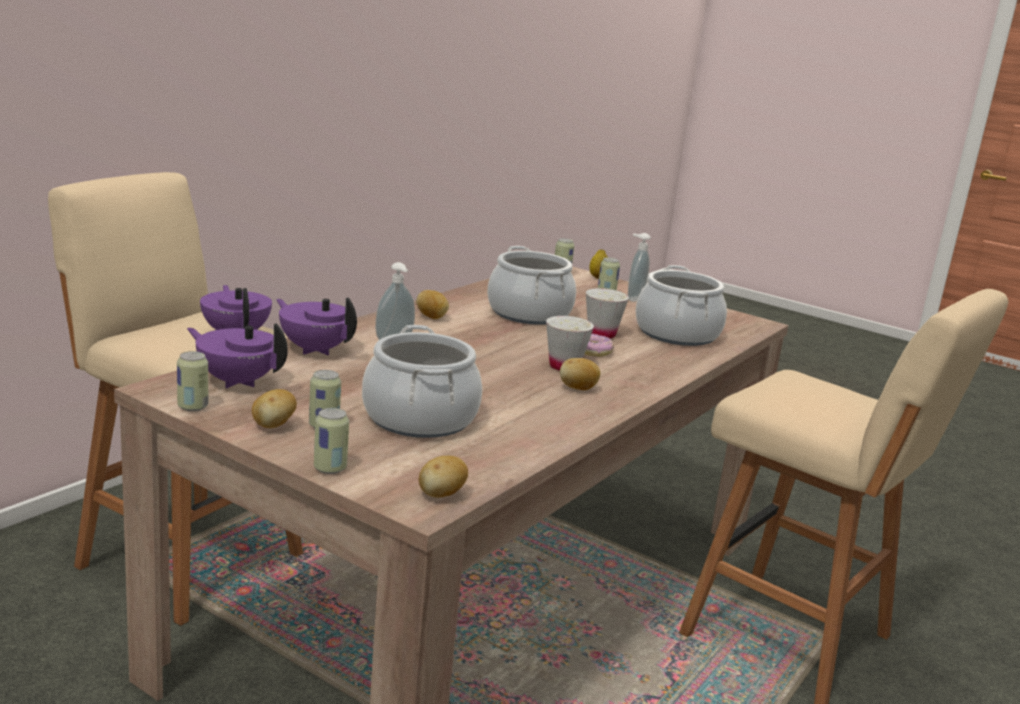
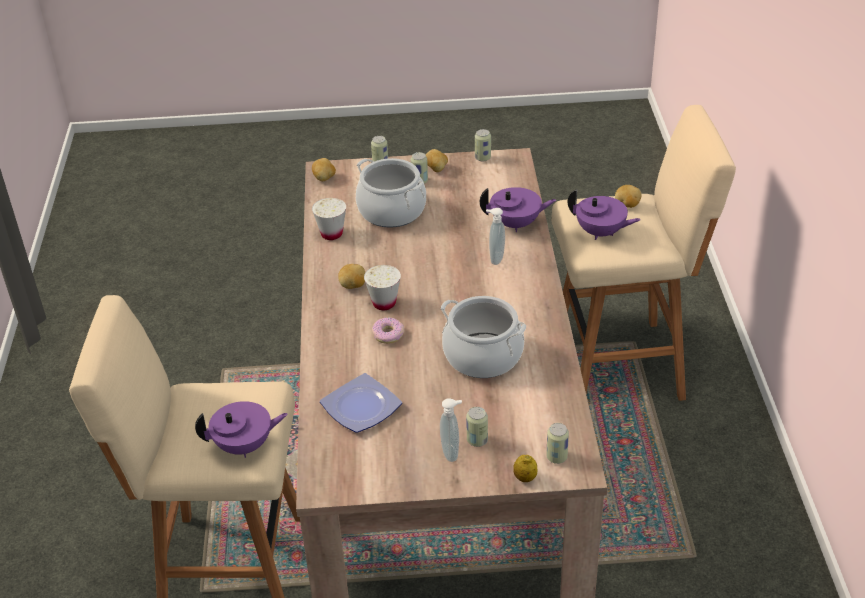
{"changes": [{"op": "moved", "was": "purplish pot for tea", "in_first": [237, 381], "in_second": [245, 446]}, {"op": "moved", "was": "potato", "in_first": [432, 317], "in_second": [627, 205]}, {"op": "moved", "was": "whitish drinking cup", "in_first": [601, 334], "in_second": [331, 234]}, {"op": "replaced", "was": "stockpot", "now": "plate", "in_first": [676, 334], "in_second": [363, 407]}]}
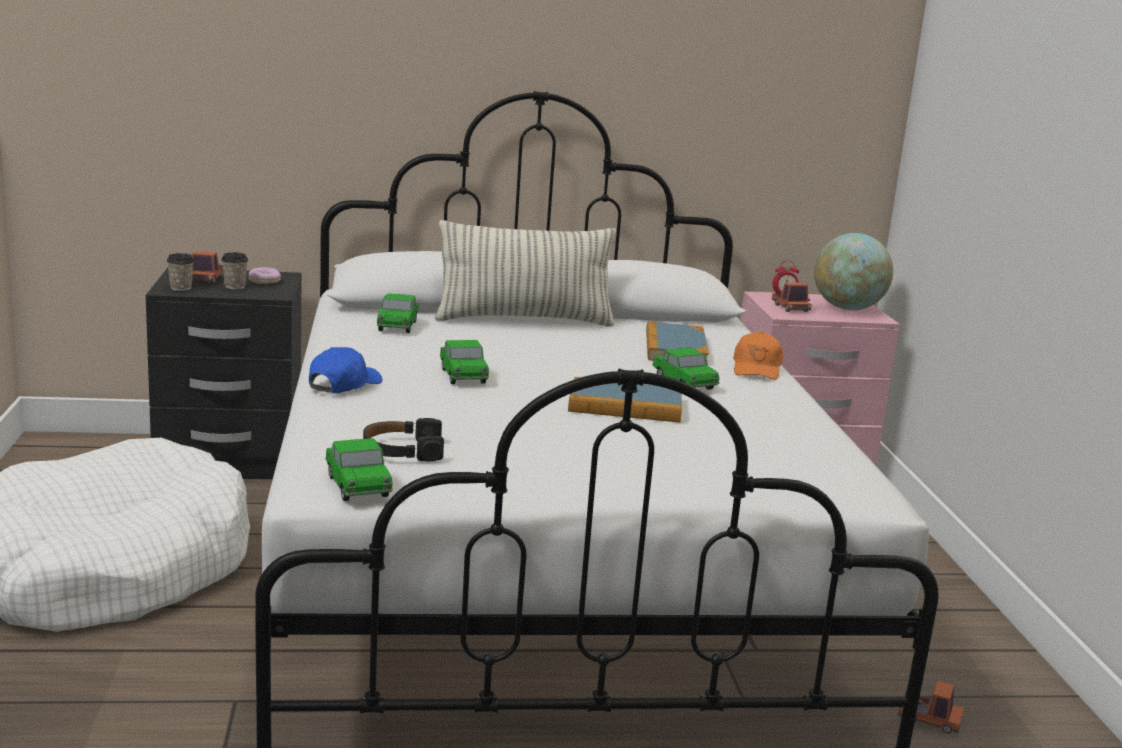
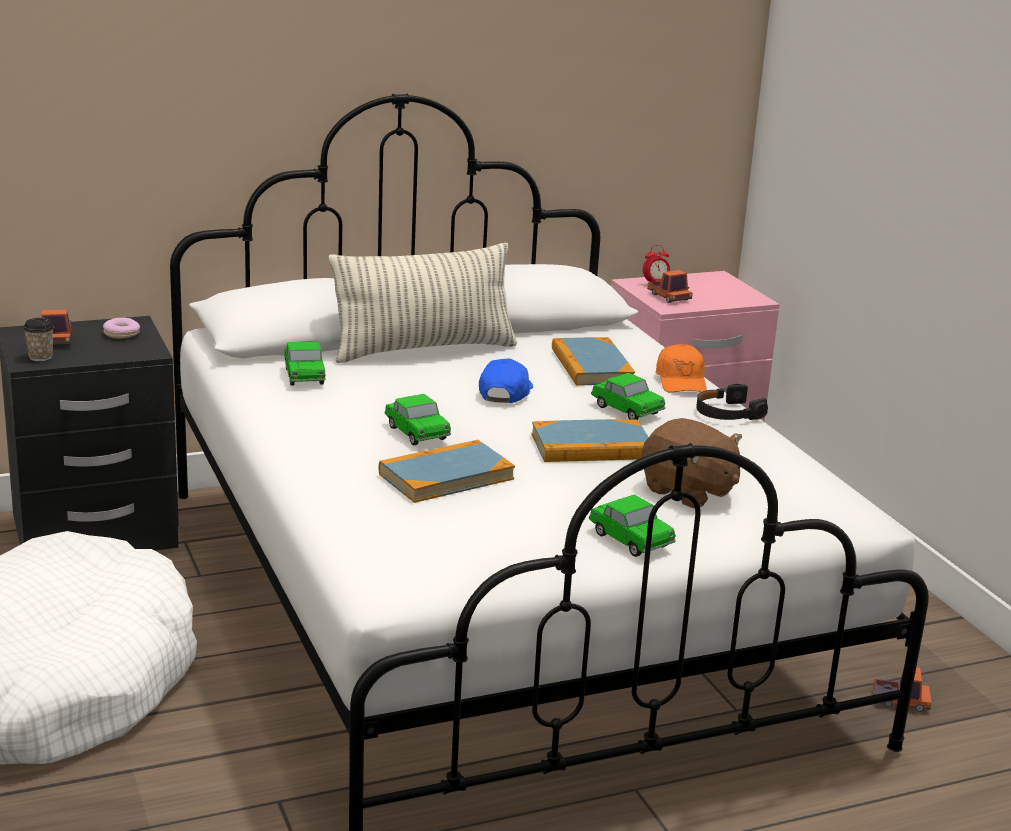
{"changes": [{"op": "removed", "was": "drinking cup", "in_first": [235, 286]}, {"op": "removed", "was": "globe", "in_first": [847, 308]}, {"op": "added", "now": "book", "in_second": [446, 476]}, {"op": "added", "now": "brown-coloured soft toy", "in_second": [688, 491]}, {"op": "moved", "was": "blue-coloured peaked cap", "in_first": [344, 384], "in_second": [505, 392]}, {"op": "moved", "was": "toy car", "in_first": [358, 486], "in_second": [630, 540]}, {"op": "moved", "was": "black headset", "in_first": [402, 450], "in_second": [727, 413]}]}
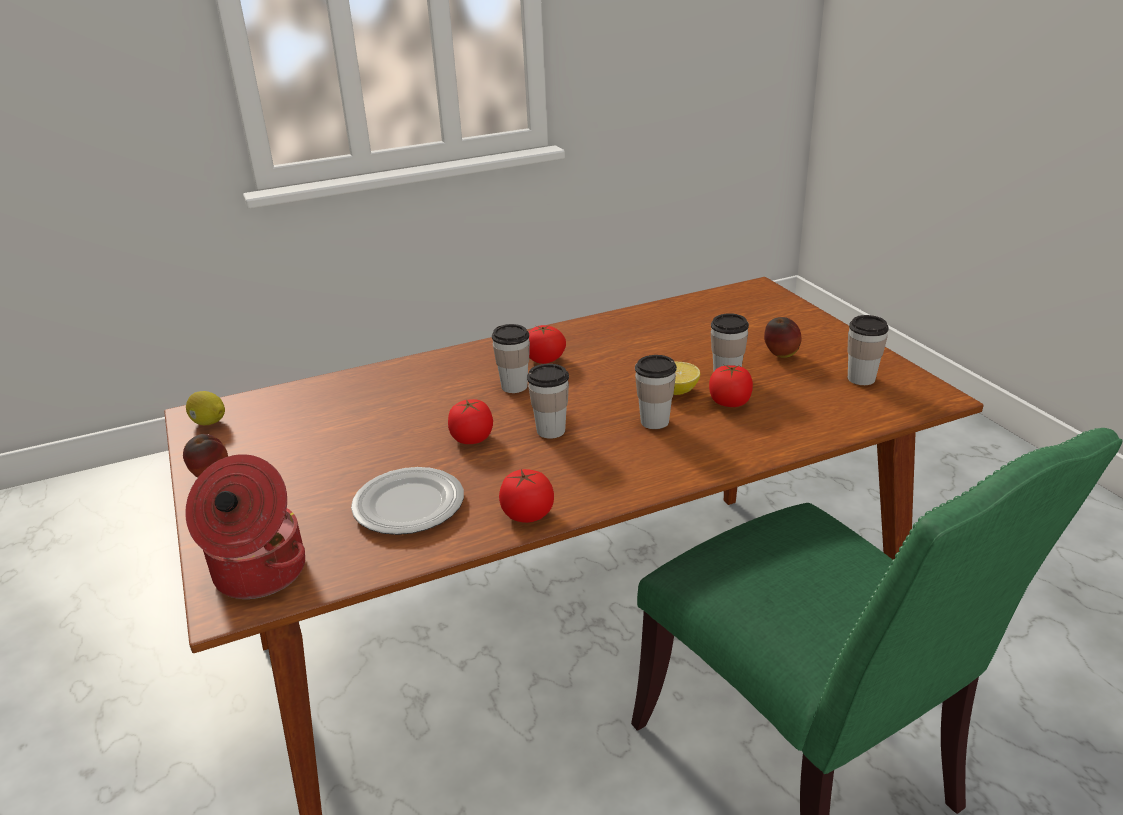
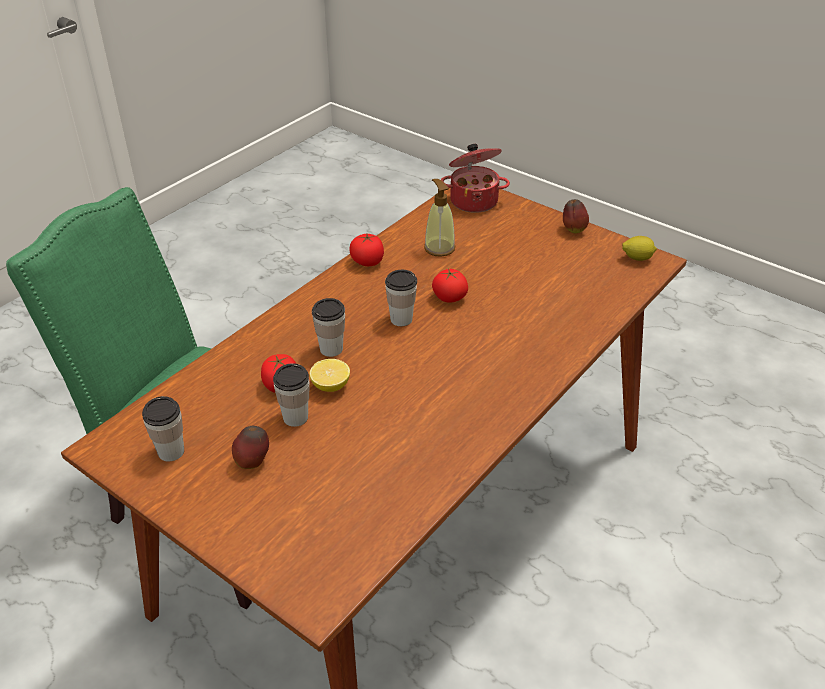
{"changes": [{"op": "removed", "was": "drinking cup", "in_first": [514, 386]}, {"op": "removed", "was": "fresh tomato", "in_first": [545, 359]}, {"op": "replaced", "was": "plate", "now": "soap dispenser", "in_first": [410, 505], "in_second": [439, 248]}]}
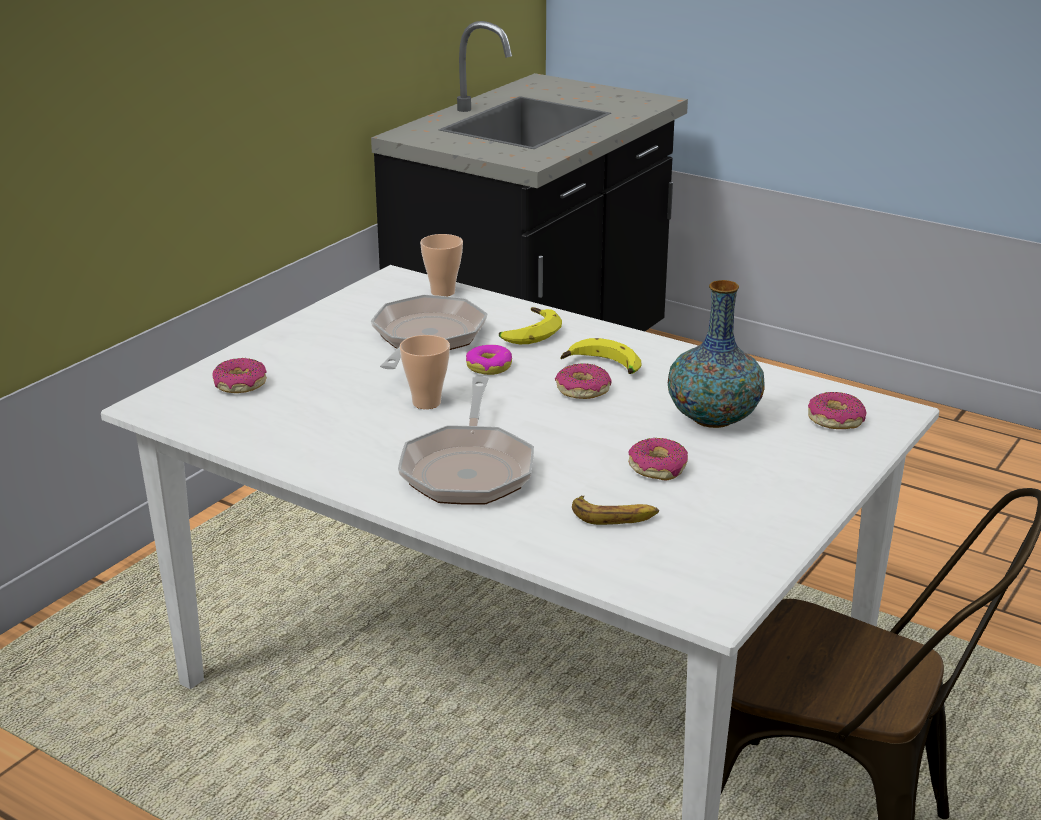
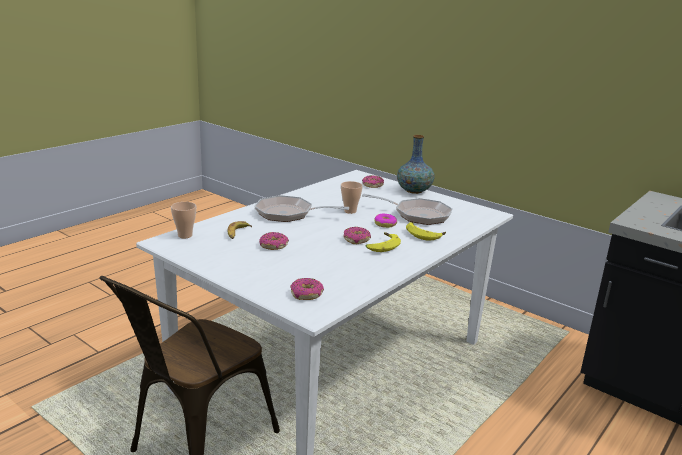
{"changes": [{"op": "moved", "was": "drinking cup", "in_first": [443, 292], "in_second": [185, 235]}, {"op": "moved", "was": "decorative vase", "in_first": [712, 418], "in_second": [414, 191]}]}
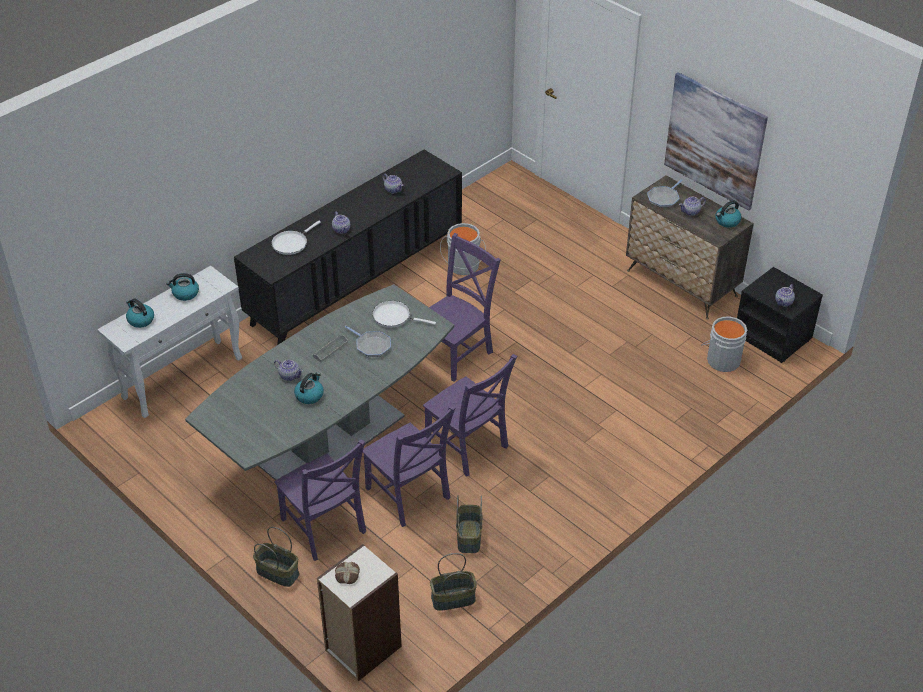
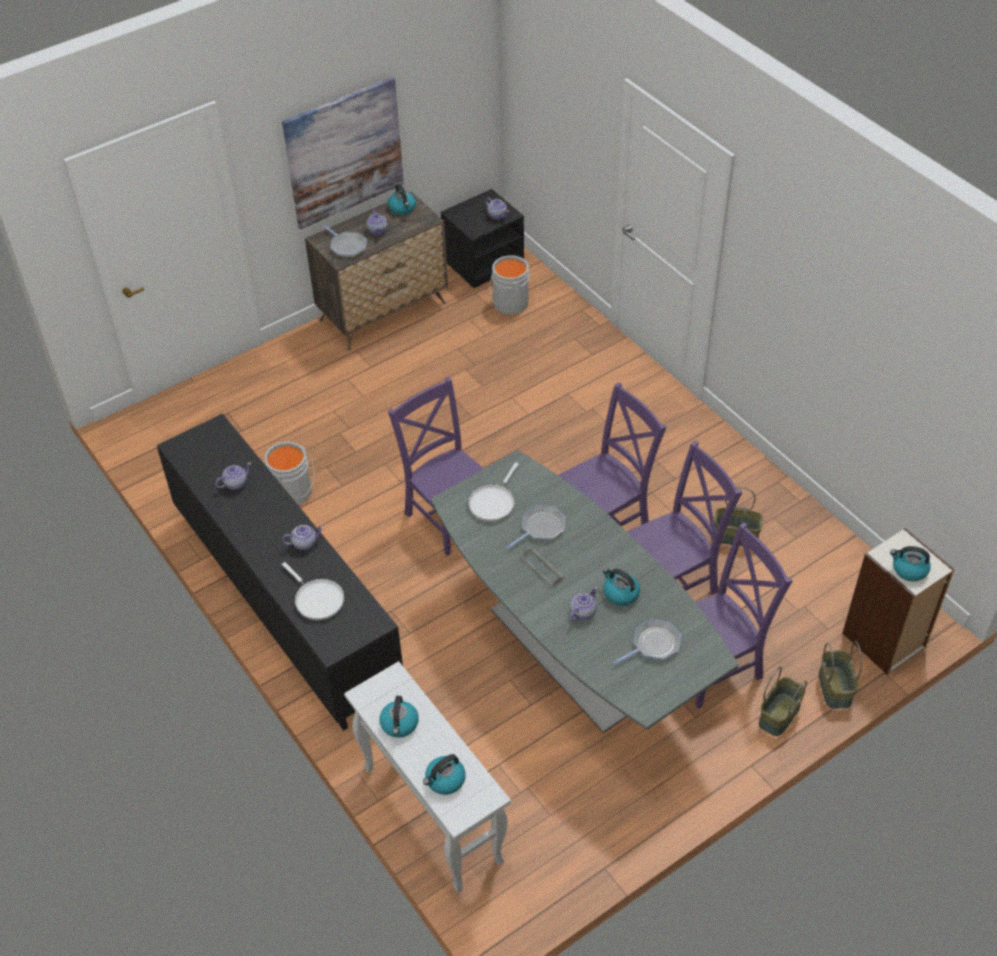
{"changes": [{"op": "added", "now": "frying pan", "in_second": [653, 644]}, {"op": "moved", "was": "household basket", "in_first": [453, 599], "in_second": [835, 688]}, {"op": "replaced", "was": "bakery bread", "now": "water kettle", "in_first": [347, 575], "in_second": [909, 569]}]}
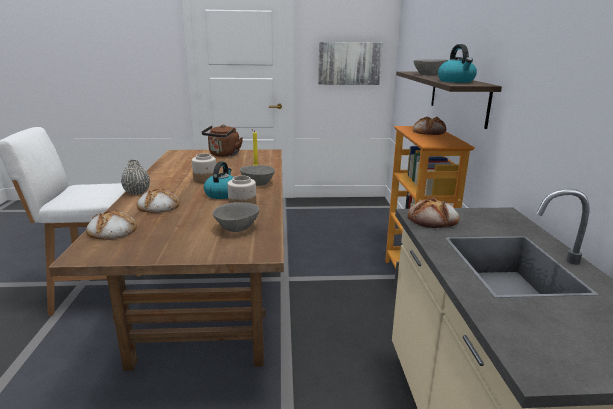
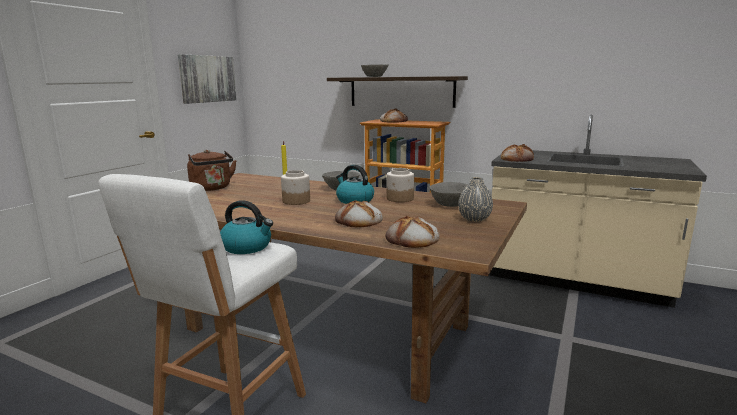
{"changes": [{"op": "moved", "was": "gray decorative vase", "in_first": [137, 192], "in_second": [474, 219]}, {"op": "moved", "was": "water kettle", "in_first": [456, 81], "in_second": [247, 247]}]}
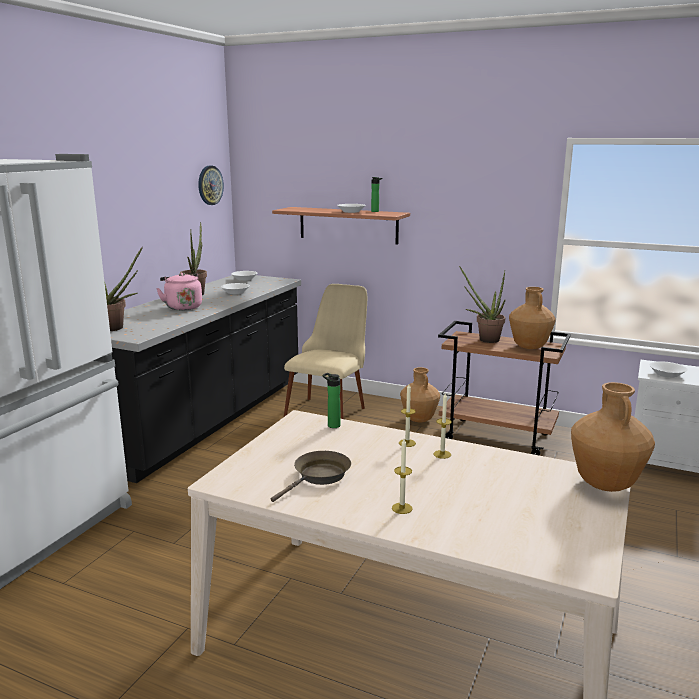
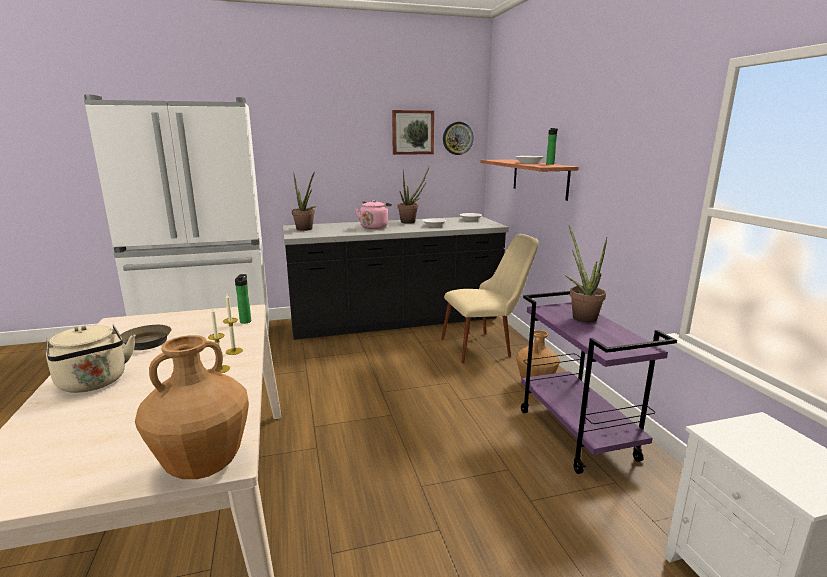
{"changes": [{"op": "removed", "was": "brown-coloured decorative vase", "in_first": [529, 347]}, {"op": "removed", "was": "whitish bowl", "in_first": [667, 374]}, {"op": "added", "now": "picture", "in_second": [412, 132]}, {"op": "replaced", "was": "wax light", "now": "sand-coloured water kettle", "in_first": [402, 508], "in_second": [94, 383]}, {"op": "recoloured", "was": "brown-coloured trolley", "now": "purplish trolley", "in_first": [498, 437], "in_second": [577, 435]}]}
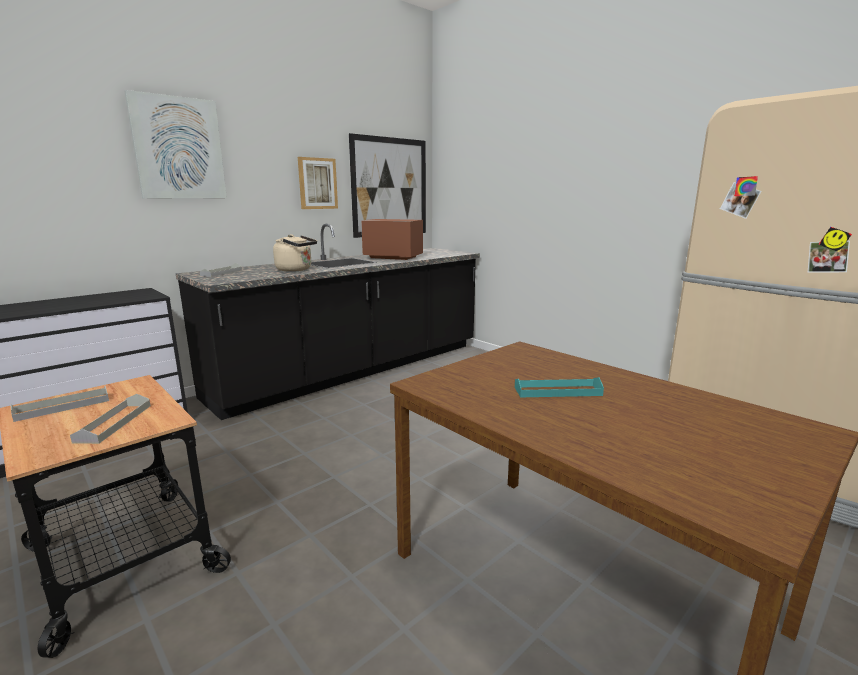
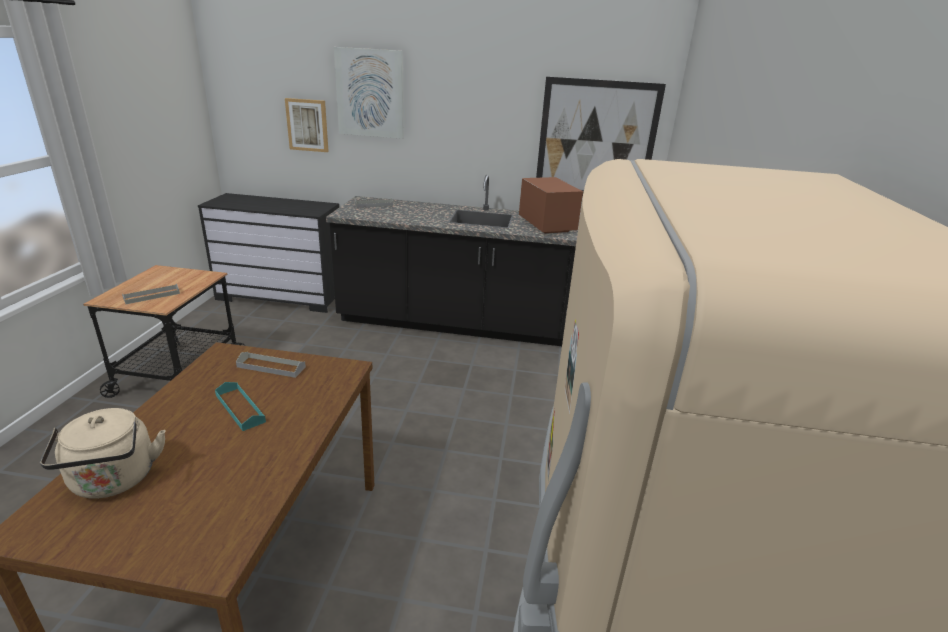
{"changes": [{"op": "moved", "was": "gray tray", "in_first": [63, 406], "in_second": [271, 367]}, {"op": "moved", "was": "sand-coloured water kettle", "in_first": [296, 270], "in_second": [114, 481]}, {"op": "moved", "was": "picture", "in_first": [317, 183], "in_second": [307, 125]}]}
